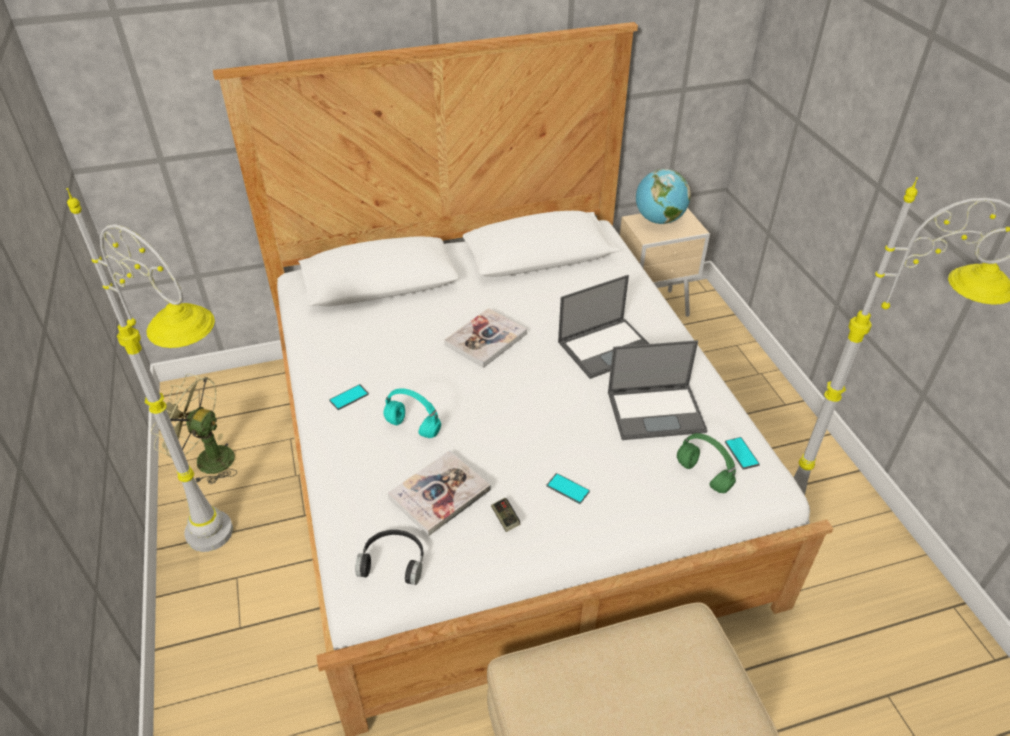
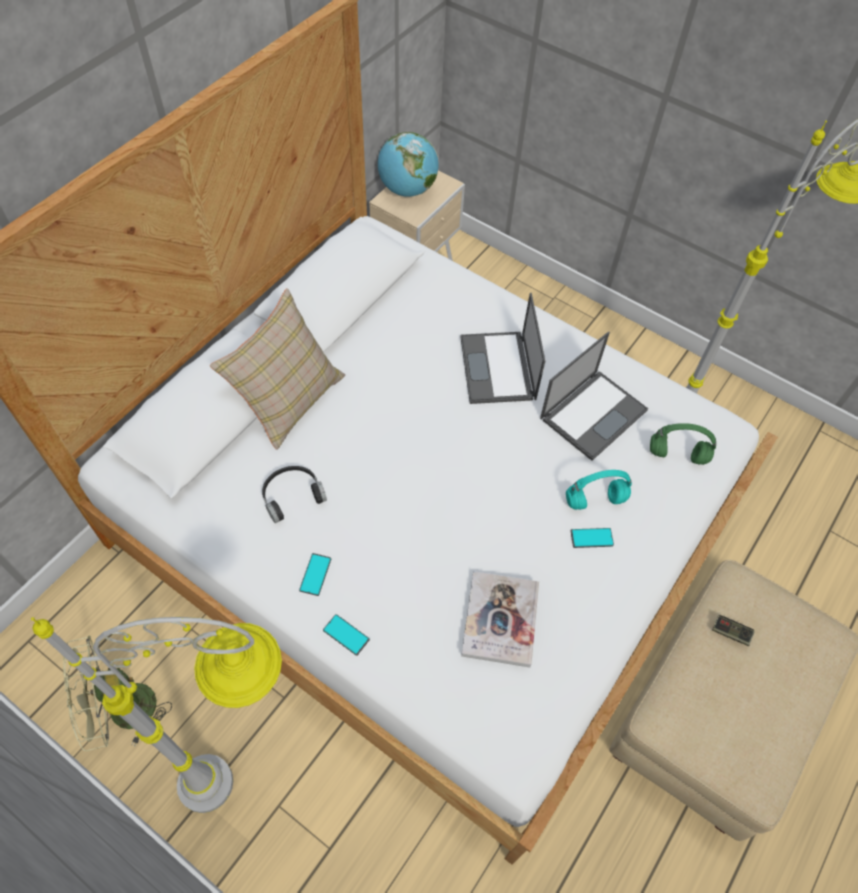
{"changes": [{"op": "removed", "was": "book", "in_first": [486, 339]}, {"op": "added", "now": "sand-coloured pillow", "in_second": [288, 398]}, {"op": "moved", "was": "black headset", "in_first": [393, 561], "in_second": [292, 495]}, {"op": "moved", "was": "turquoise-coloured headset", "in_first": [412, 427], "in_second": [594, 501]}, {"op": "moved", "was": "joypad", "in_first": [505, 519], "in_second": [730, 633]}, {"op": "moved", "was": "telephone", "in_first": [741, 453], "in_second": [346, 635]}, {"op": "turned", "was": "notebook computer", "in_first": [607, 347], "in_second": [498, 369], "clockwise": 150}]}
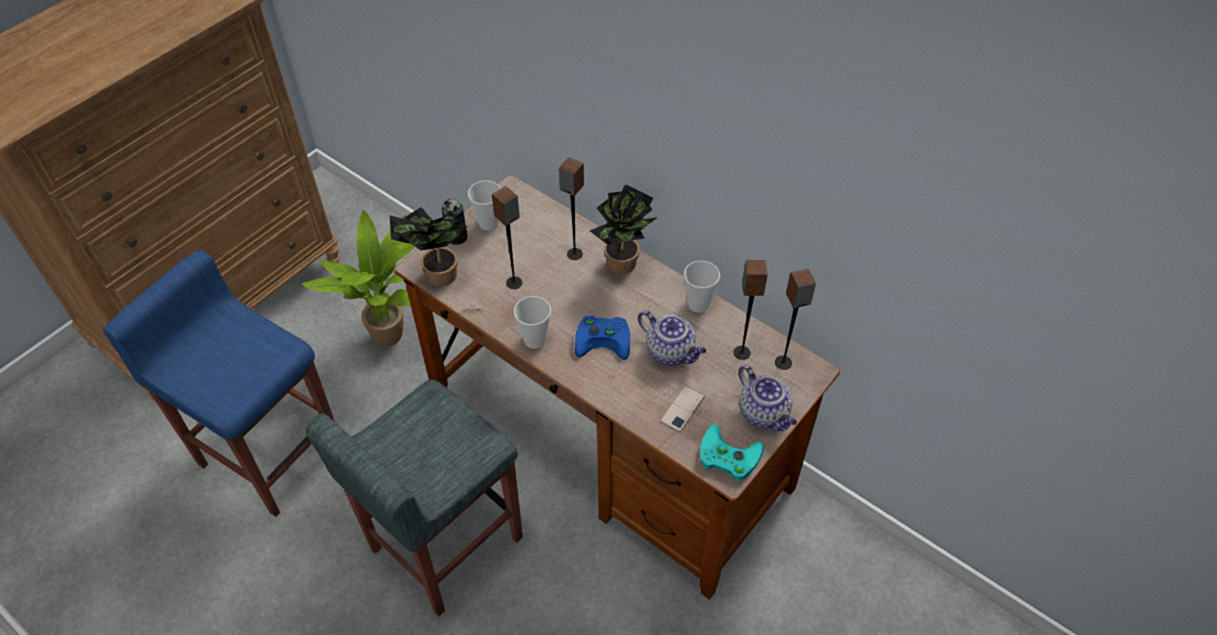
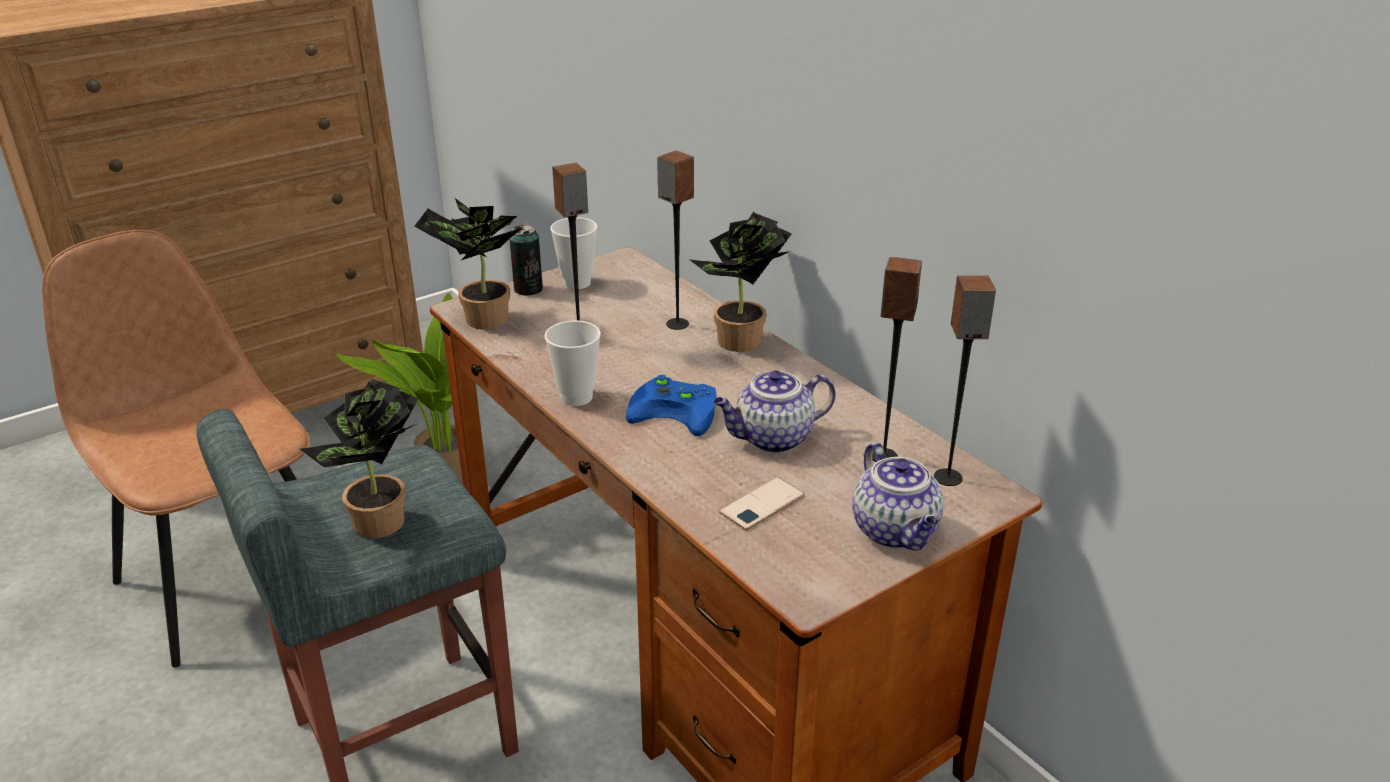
{"changes": [{"op": "removed", "was": "drinking cup", "in_first": [698, 304]}, {"op": "removed", "was": "turquoise-coloured joypad", "in_first": [726, 457]}, {"op": "added", "now": "potted plant", "in_second": [382, 527]}, {"op": "replaced", "was": "blue-coloured stool seat", "now": "brown-coloured upright chair", "in_first": [269, 453], "in_second": [231, 578]}, {"op": "turned", "was": "pot for tea", "in_first": [671, 352], "in_second": [772, 439], "clockwise": 105}]}
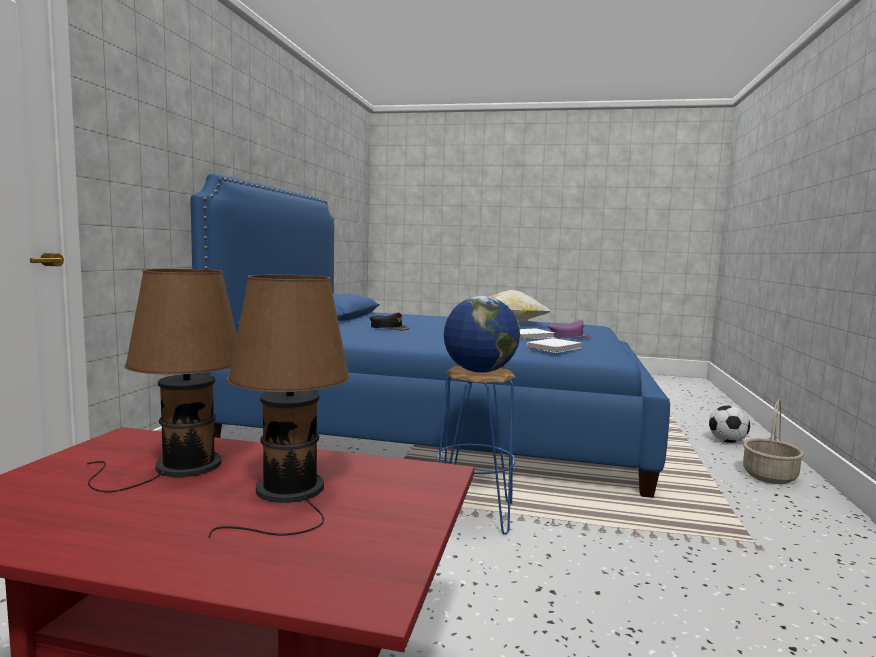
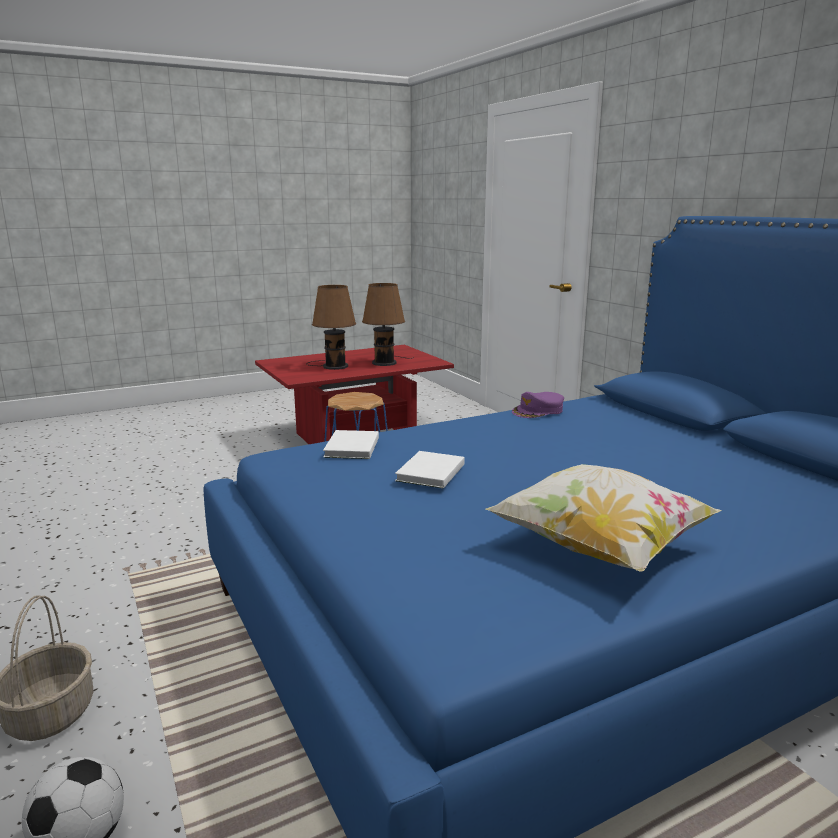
{"changes": [{"op": "removed", "was": "black peaked cap", "in_first": [389, 327]}, {"op": "removed", "was": "globe", "in_first": [479, 371]}, {"op": "moved", "was": "purplish peaked cap", "in_first": [569, 336], "in_second": [538, 411]}]}
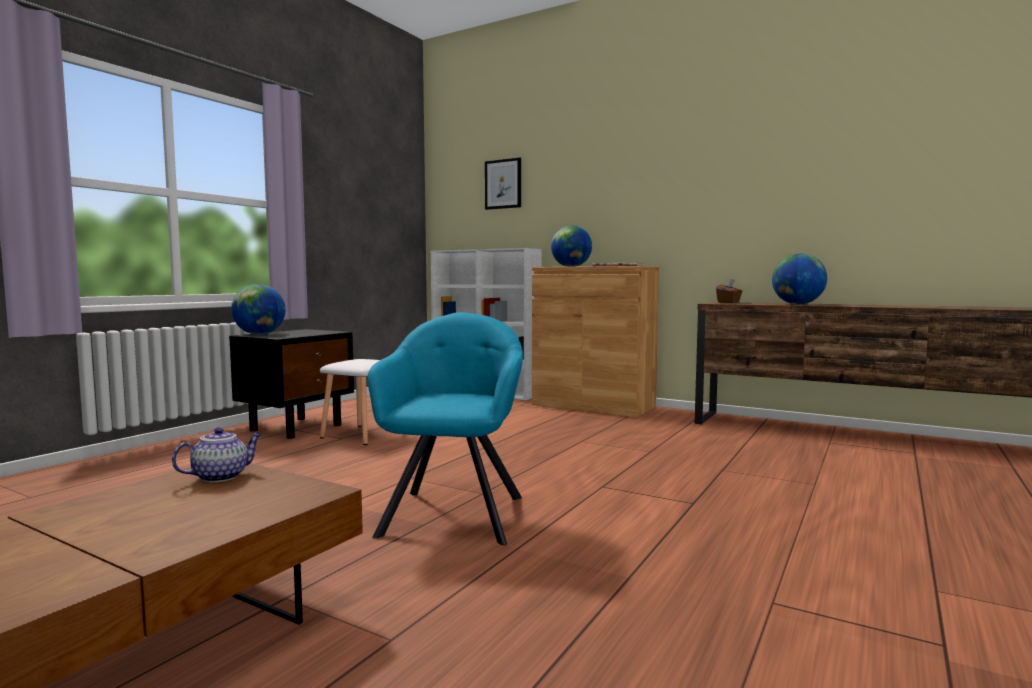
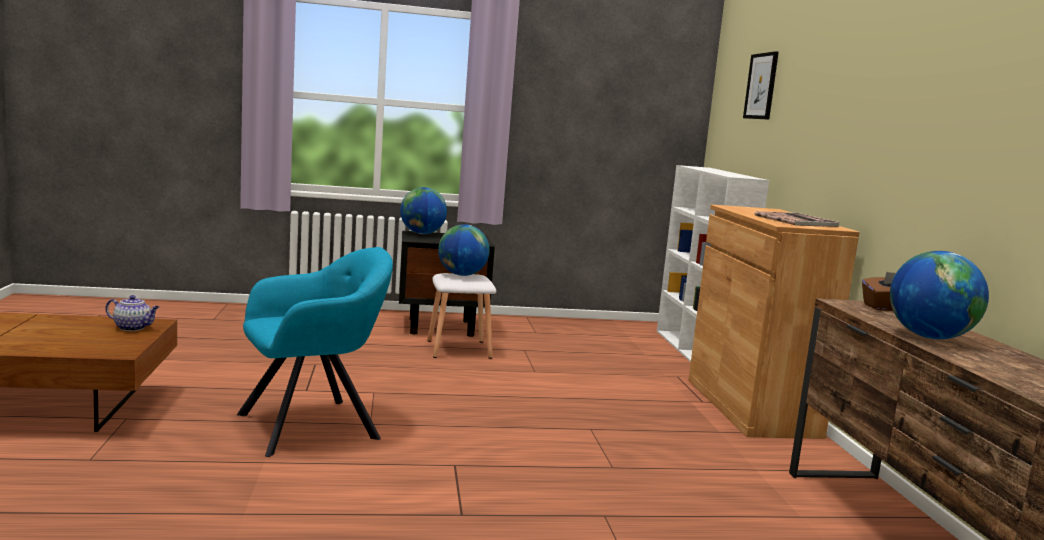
{"changes": [{"op": "moved", "was": "globe", "in_first": [571, 267], "in_second": [462, 275]}]}
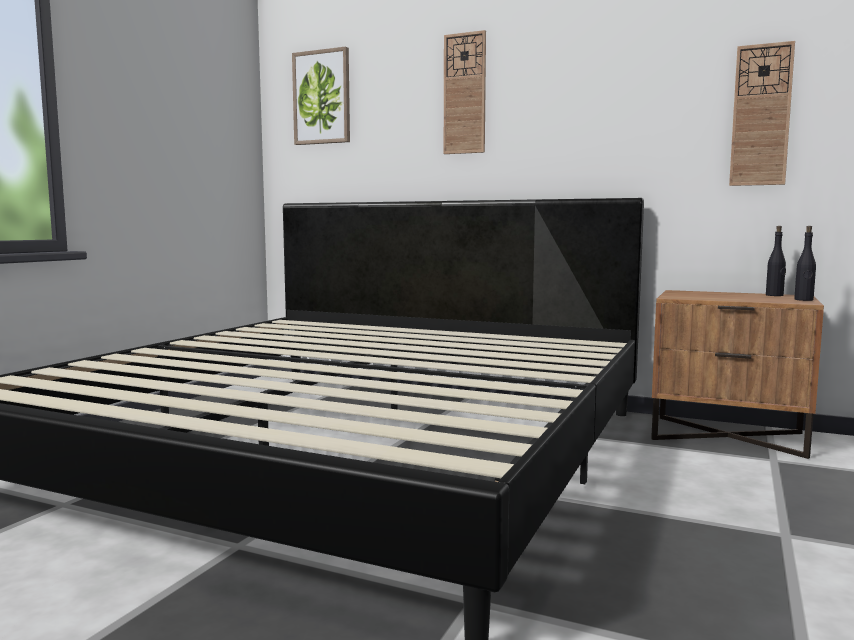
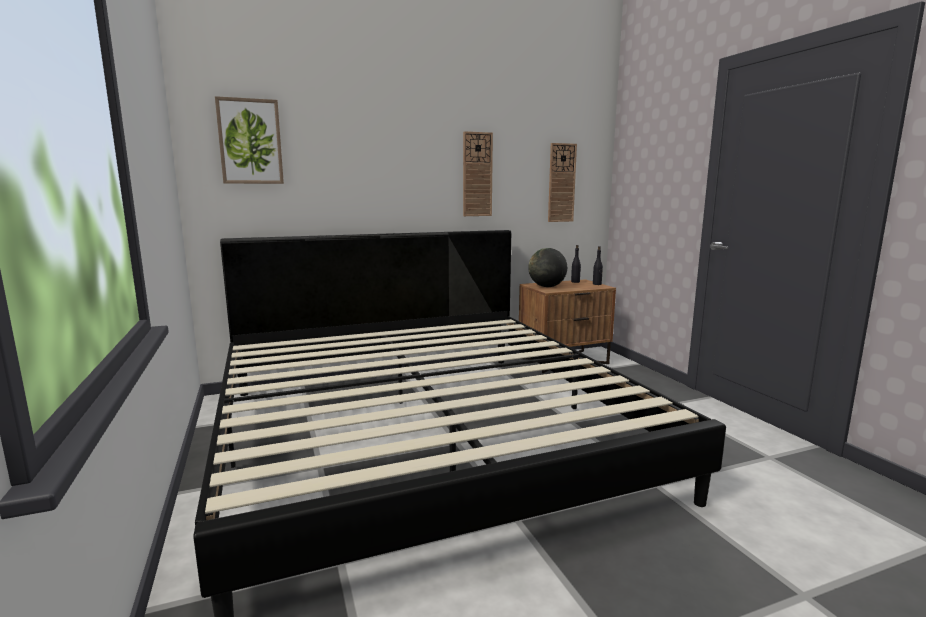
{"changes": [{"op": "added", "now": "globe", "in_second": [547, 287]}, {"op": "moved", "was": "clock on the wall", "in_first": [465, 94], "in_second": [477, 174]}]}
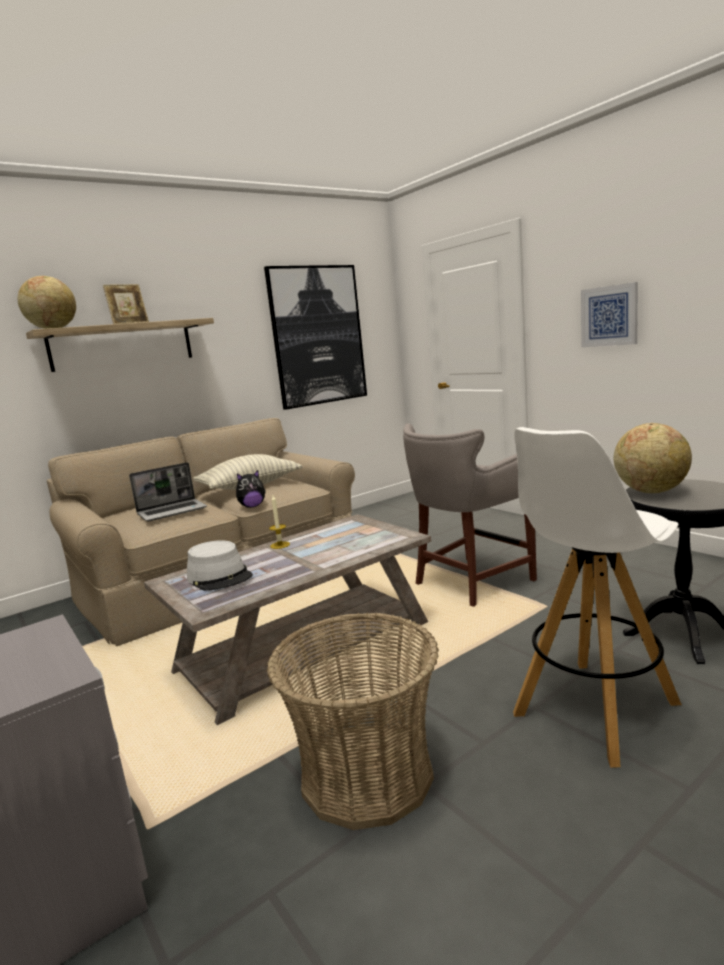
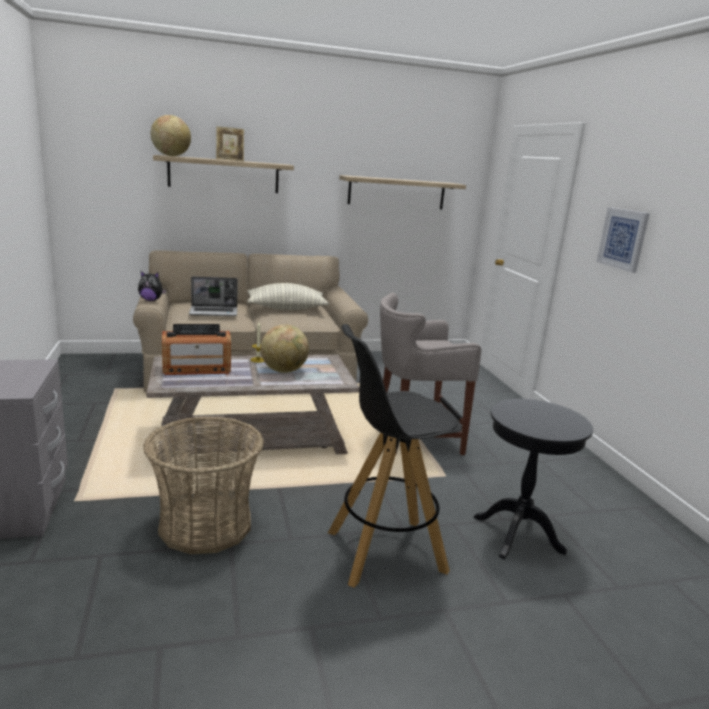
{"changes": [{"op": "moved", "was": "soft toy", "in_first": [252, 506], "in_second": [151, 300]}, {"op": "moved", "was": "globe", "in_first": [650, 491], "in_second": [284, 370]}, {"op": "replaced", "was": "gray clothing hat", "now": "radio", "in_first": [220, 577], "in_second": [197, 368]}, {"op": "replaced", "was": "picture", "now": "wall shelf", "in_first": [318, 336], "in_second": [396, 193]}, {"op": "recoloured", "was": "whitish stool seat", "now": "black stool seat", "in_first": [594, 709], "in_second": [384, 551]}]}
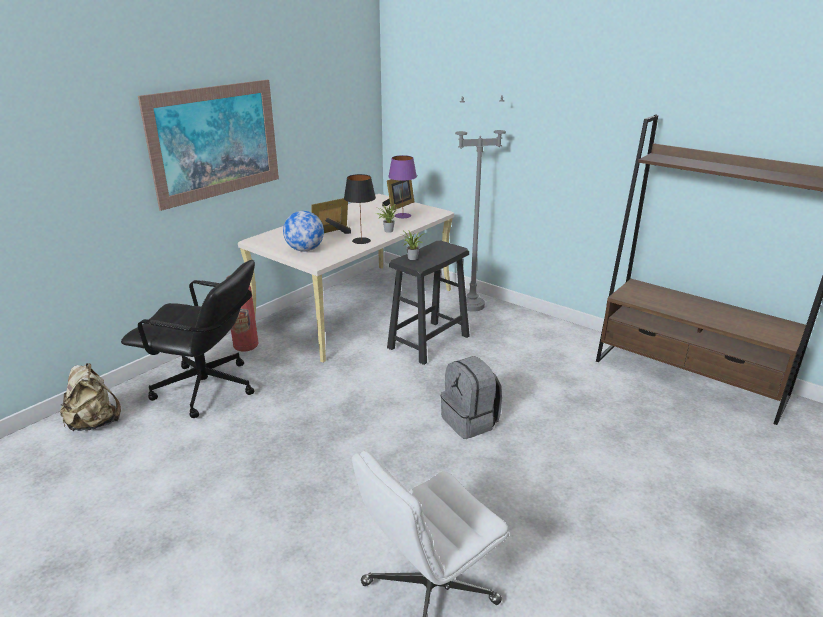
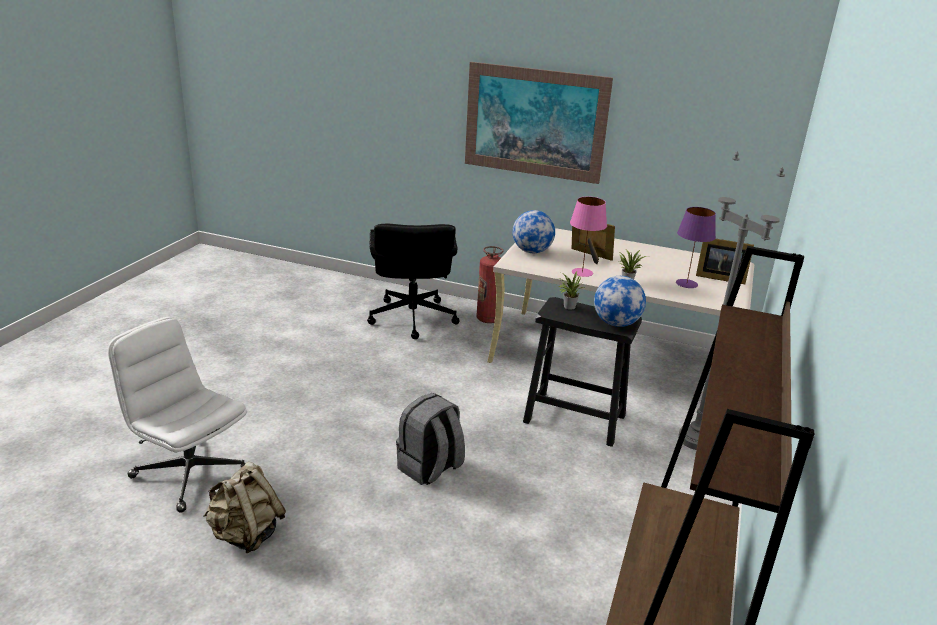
{"changes": [{"op": "added", "now": "globe", "in_second": [616, 323]}, {"op": "moved", "was": "sand-coloured rucksack", "in_first": [94, 423], "in_second": [246, 534]}, {"op": "recoloured", "was": "black tabletop lamp", "now": "pinkish tabletop lamp", "in_first": [361, 241], "in_second": [582, 272]}]}
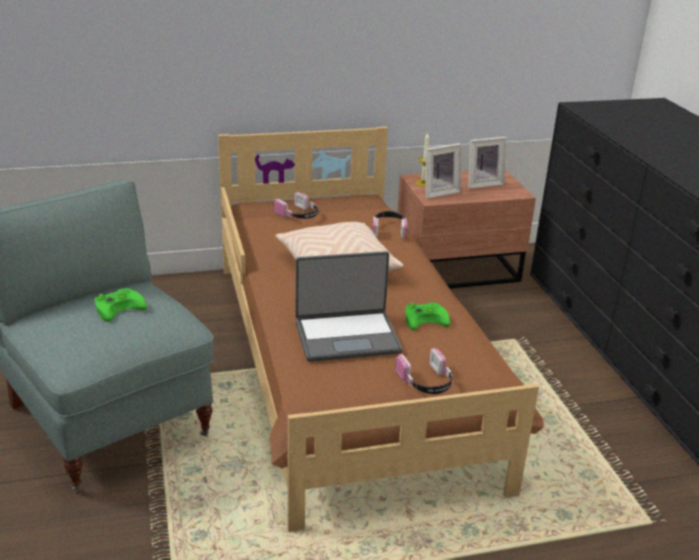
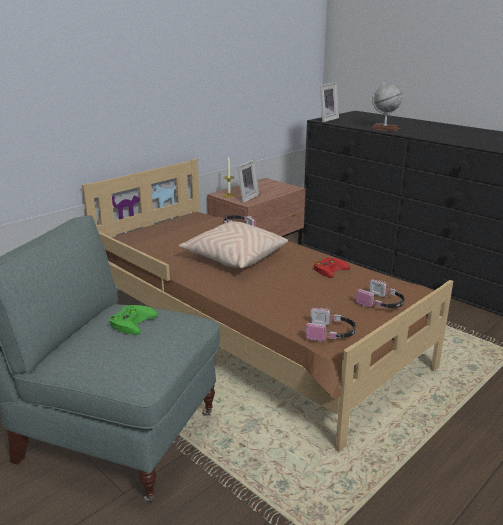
{"changes": [{"op": "removed", "was": "notebook computer", "in_first": [347, 336]}, {"op": "added", "now": "globe", "in_second": [384, 129]}, {"op": "moved", "was": "headset", "in_first": [298, 215], "in_second": [330, 333]}, {"op": "moved", "was": "photo frame", "in_first": [482, 183], "in_second": [326, 119]}, {"op": "recoloured", "was": "green joypad", "now": "red-coloured joypad", "in_first": [426, 318], "in_second": [330, 269]}]}
